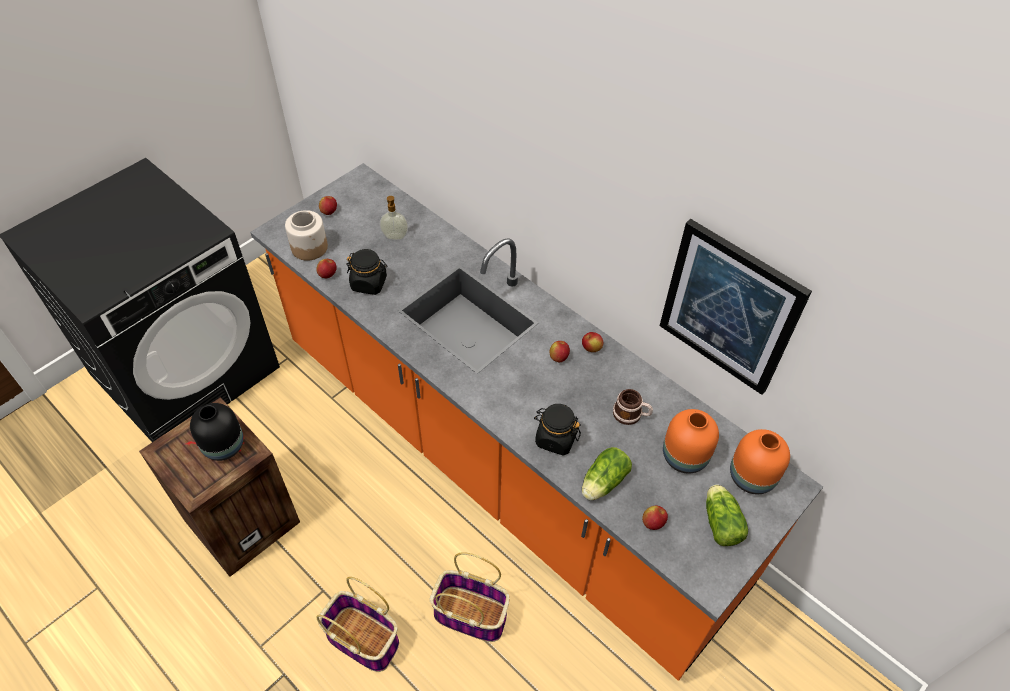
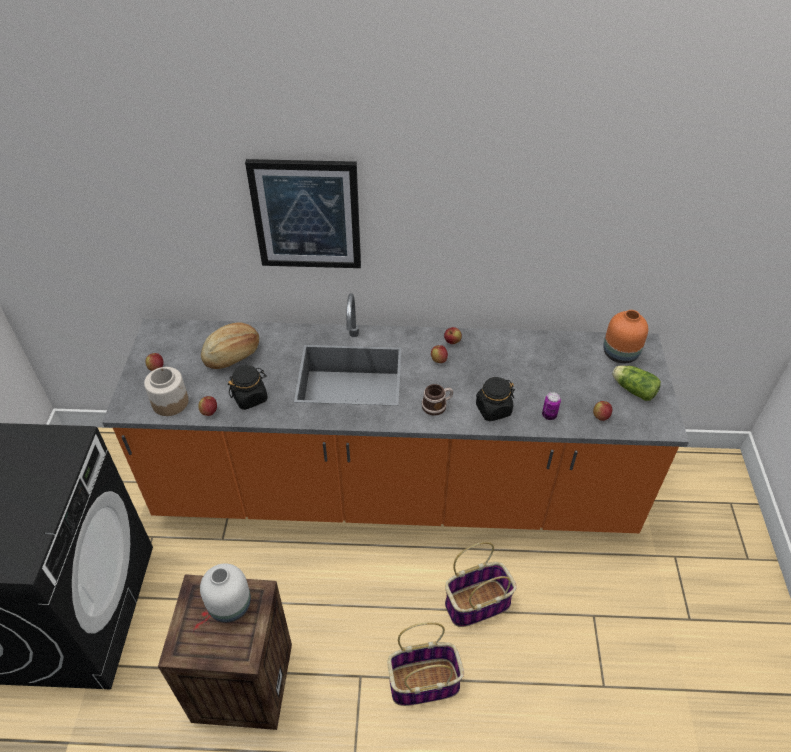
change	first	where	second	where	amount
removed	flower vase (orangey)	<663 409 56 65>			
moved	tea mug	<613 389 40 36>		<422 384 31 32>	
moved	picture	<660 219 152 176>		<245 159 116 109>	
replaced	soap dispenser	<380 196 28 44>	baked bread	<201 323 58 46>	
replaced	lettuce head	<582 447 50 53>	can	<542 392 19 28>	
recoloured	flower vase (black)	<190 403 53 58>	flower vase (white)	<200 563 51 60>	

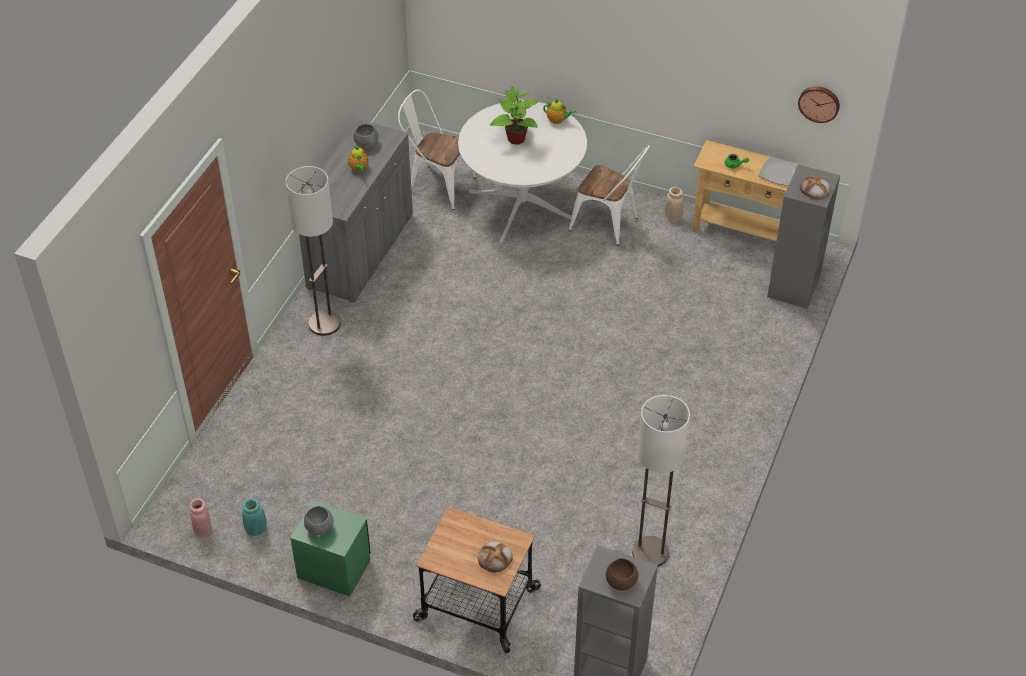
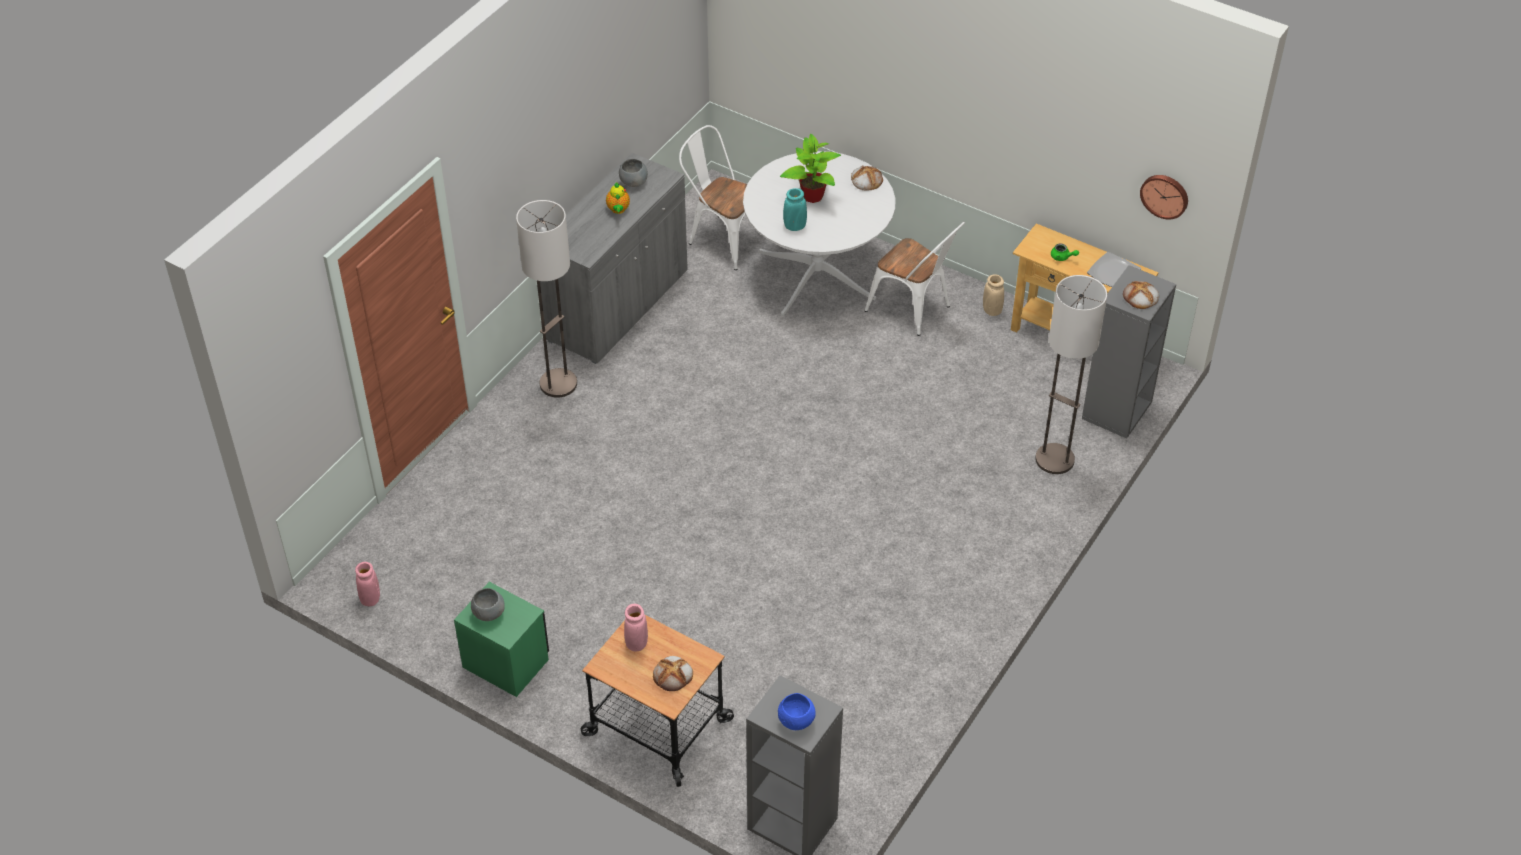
change	first	where	second	where	amount
added			flower vase (pink-coloured)	<624 604 24 48>	
moved	flower vase (turquoise)	<242 499 25 37>		<783 188 24 43>	
moved	standing lamp	<632 395 58 172>		<1035 275 72 199>	
replaced	tea pot	<543 99 33 25>	baked bread	<851 165 32 25>	
recoloured	bowl (brown-coloured)	<606 558 33 33>	bowl (blue)	<778 693 38 37>	

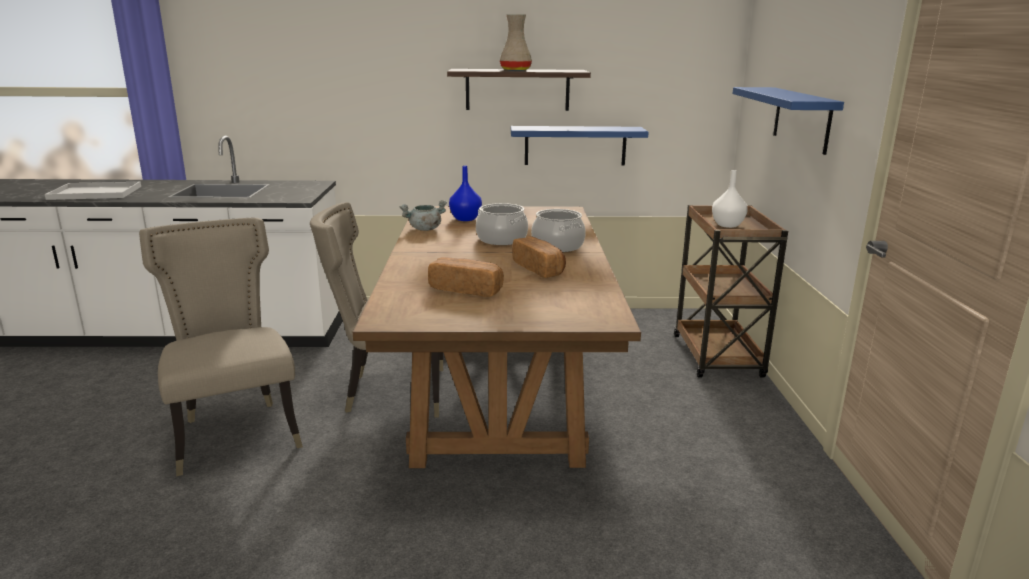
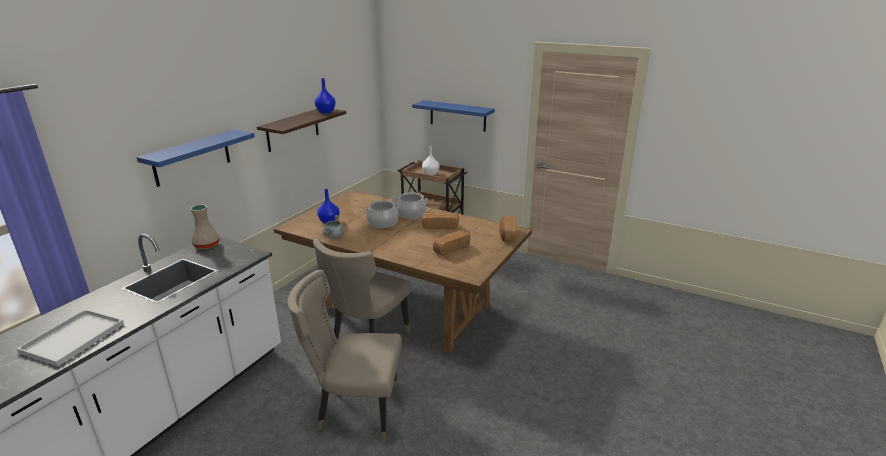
change	first	where	second	where	amount
added			flower vase (blue)	<315 78 21 35>	
added			baked bread	<499 216 18 26>	
moved	flower vase (beige-coloured)	<500 14 32 57>		<190 204 29 45>	
moved	shelf (blue)	<511 126 138 40>		<137 129 118 58>	

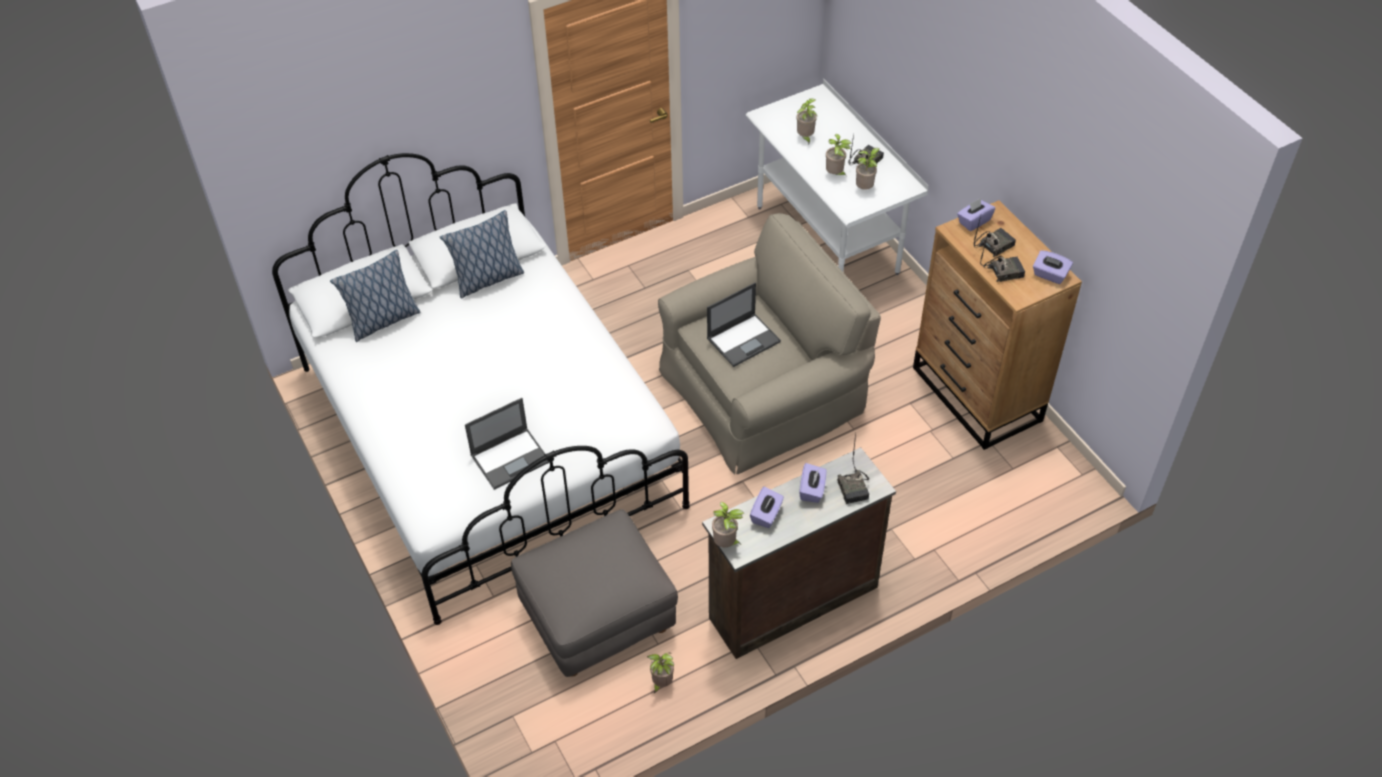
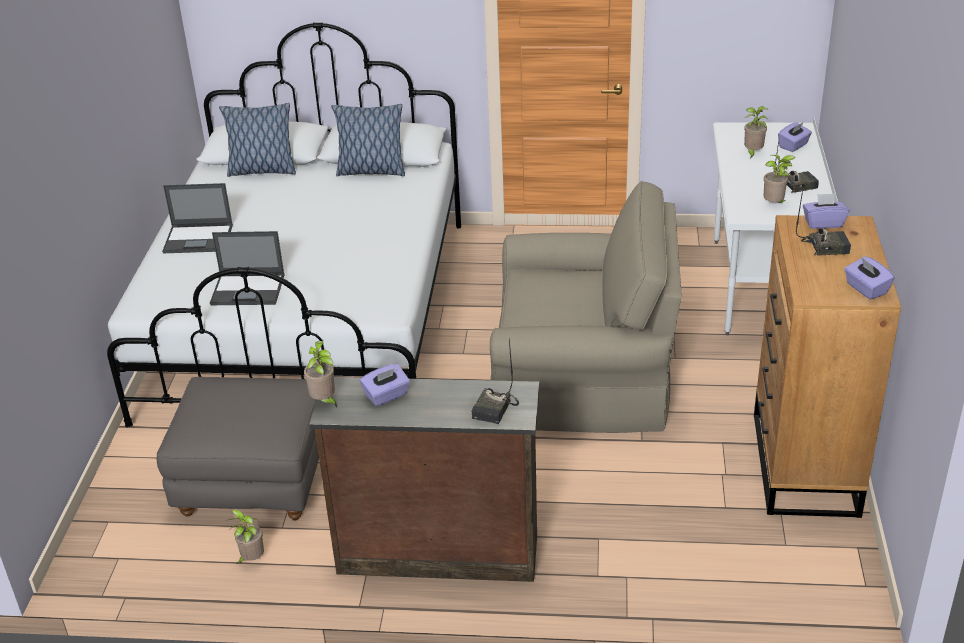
change	first	where	second	where	amount
removed	houseplant	<826 134 26 41>			
removed	radio receiver	<980 233 45 49>			
moved	portable computer	<707 283 74 84>		<162 183 71 70>	
moved	tissue box (purplish)	<799 463 28 40>		<778 122 34 30>	

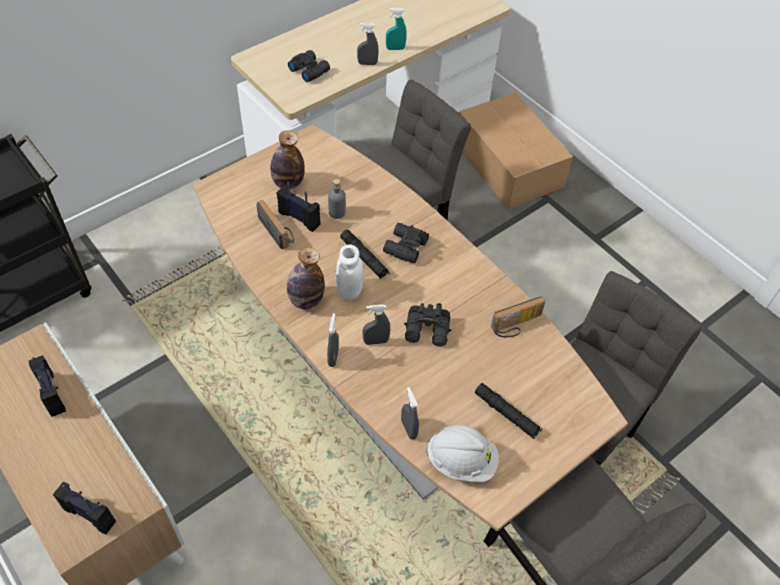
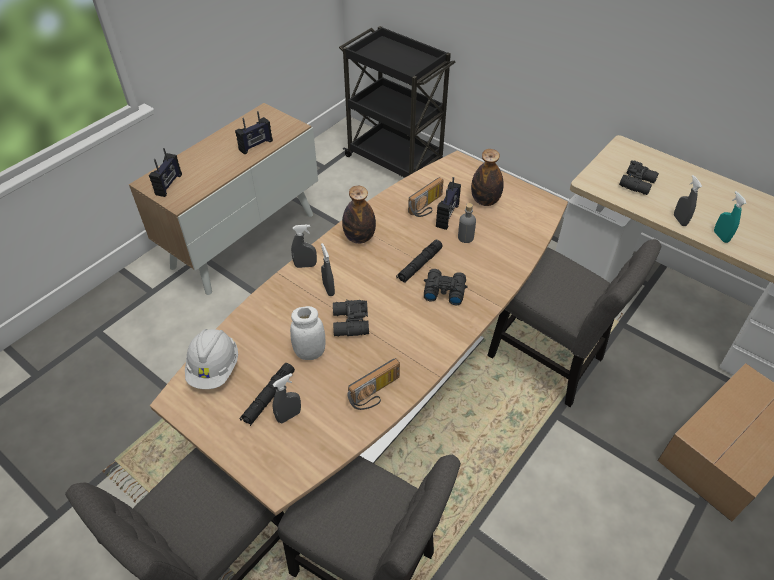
change	first	where	second	where	amount
moved	preserve jar (white)	<336 245 28 55>		<290 306 35 54>	
moved	hand sprayer (greyish)	<401 387 18 53>		<273 373 28 50>	
turned	radio receiver	<491 297 55 40>		<348 358 52 52>	90 degrees counterclockwise

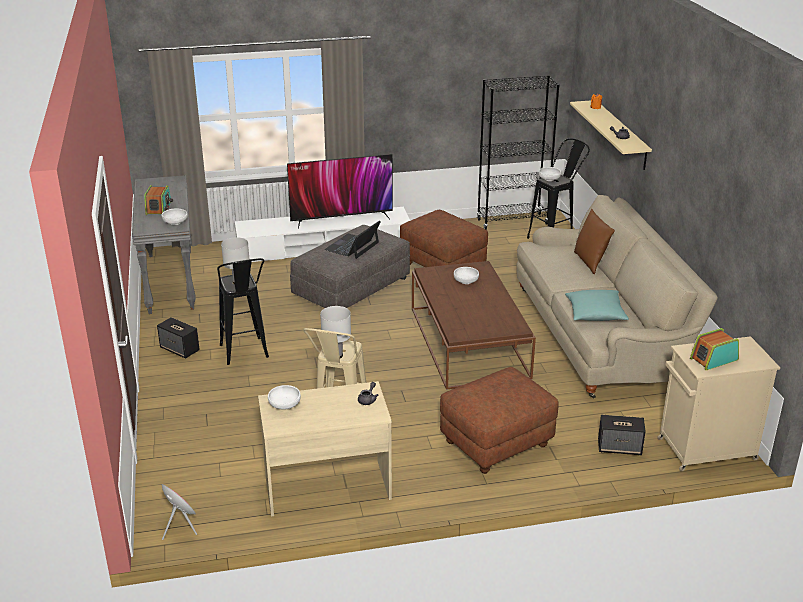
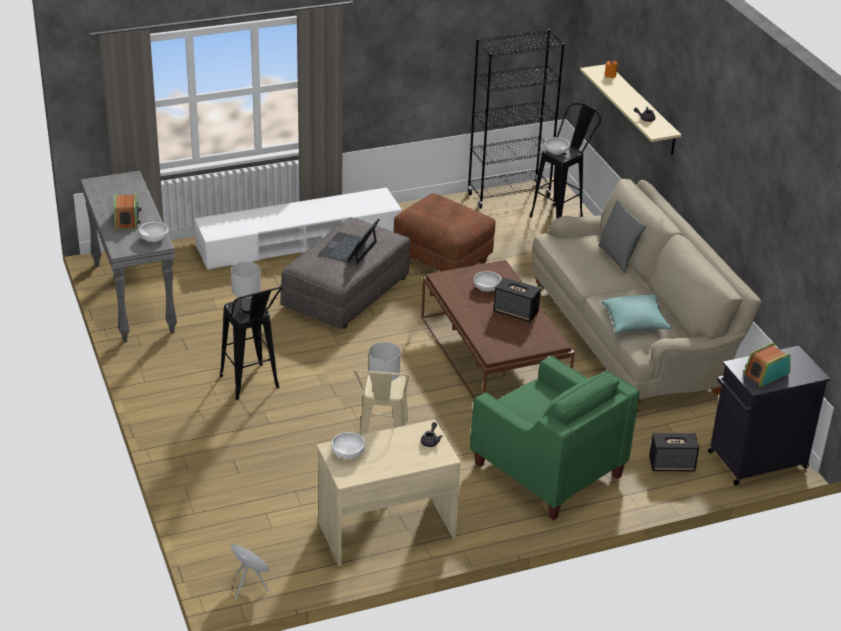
change	first	where	second	where	amount
removed	TV set	<287 154 106 75>			
moved	audio speaker	<157 317 43 42>		<493 277 48 45>	
replaced	ottoman (brown-coloured)	<440 367 119 107>	lounge chair (green-coloured)	<470 356 170 164>	
recoloured	cushion (brown-coloured)	<574 209 41 65>	cushion (greyish)	<598 199 48 74>	
recoloured	cupboard (beige-coloured)	<658 336 122 135>	cupboard (black)	<708 346 122 139>	

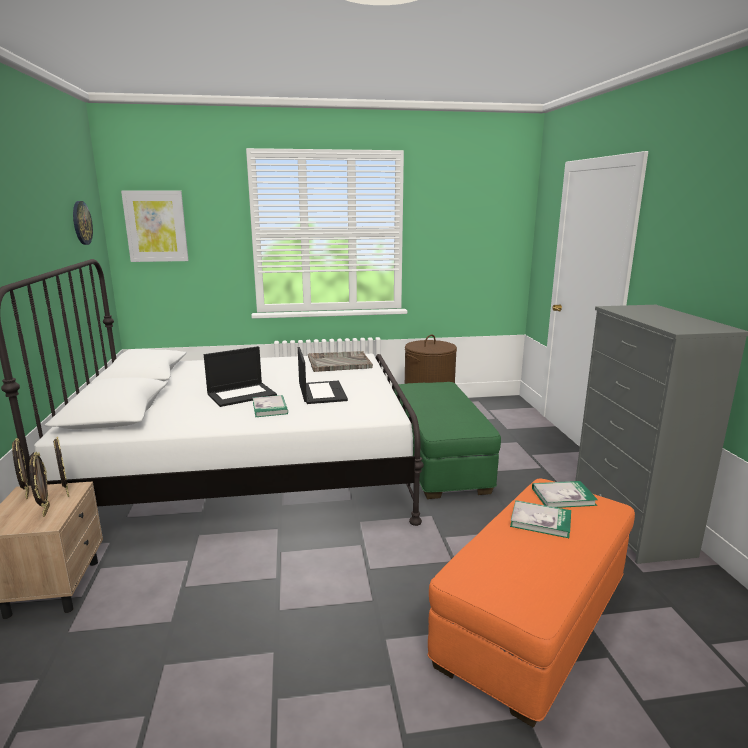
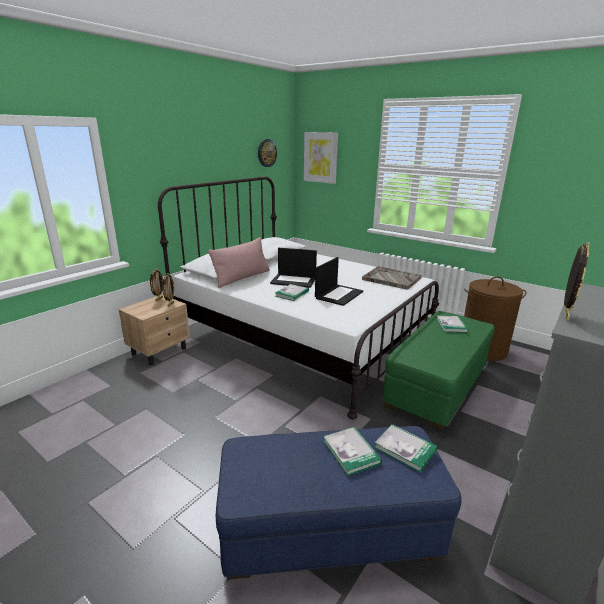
change	first	where	second	where	amount
added			cushion (pink-coloured)	<208 237 62 51>	
added			book	<436 315 32 18>	
moved	standing frame	<29 452 21 65>		<564 242 26 79>	
recoloured	ottoman (orangey)	<428 479 207 248>	ottoman (blue)	<216 426 246 153>	

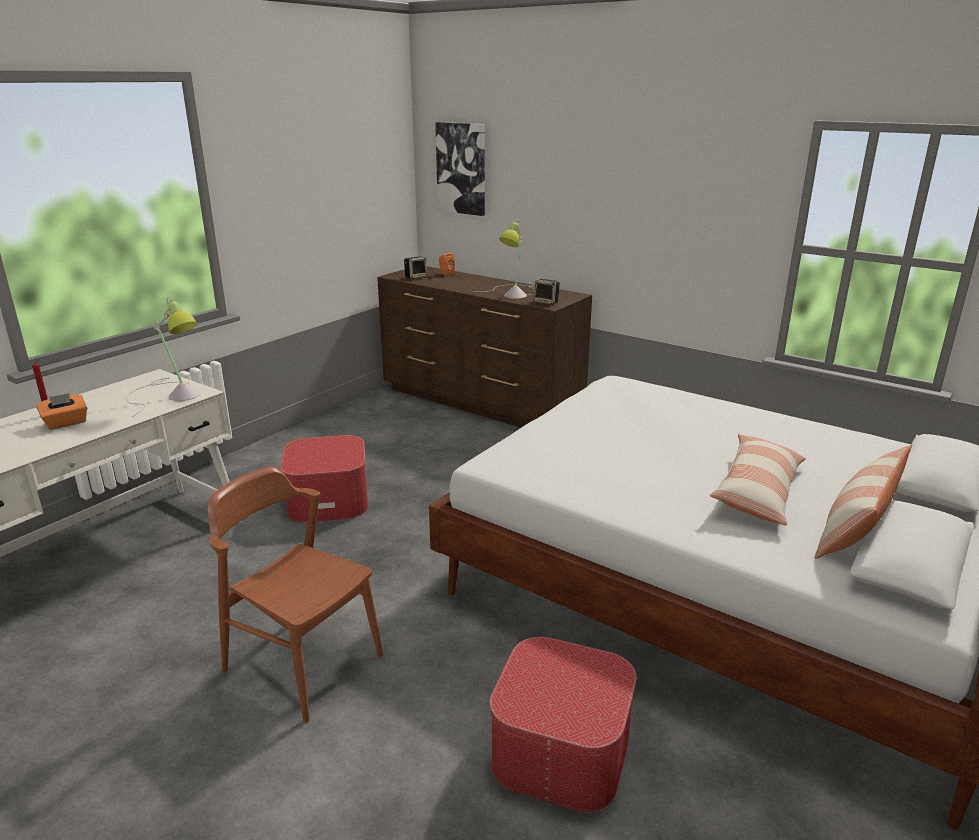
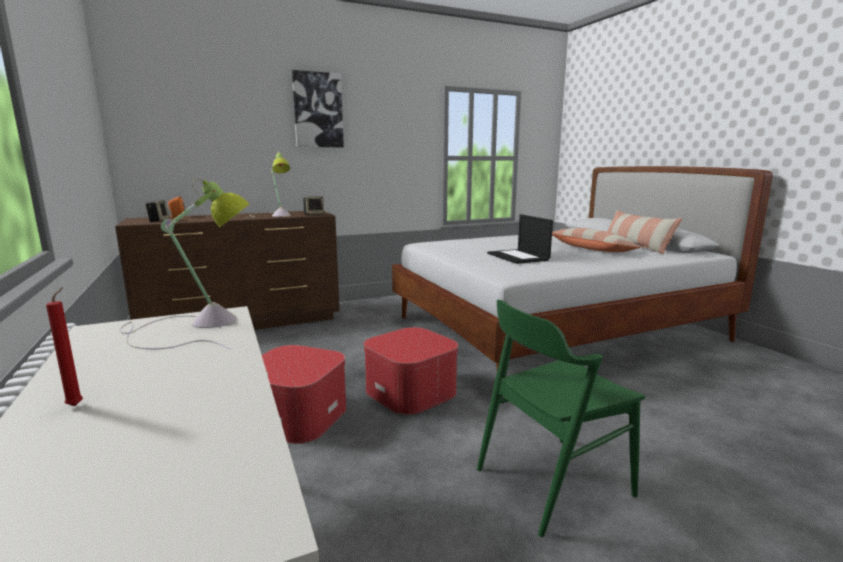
change	first	where	second	where	amount
removed	tissue box (orangey)	<36 393 51 37>			
added			portable computer	<487 214 66 50>	
moved	picture	<435 122 50 94>		<292 70 52 77>	
moved	ottoman	<490 637 146 176>		<363 327 95 88>	
recoloured	chair (brown-coloured)	<208 466 175 257>	chair (green-coloured)	<477 300 168 237>	

